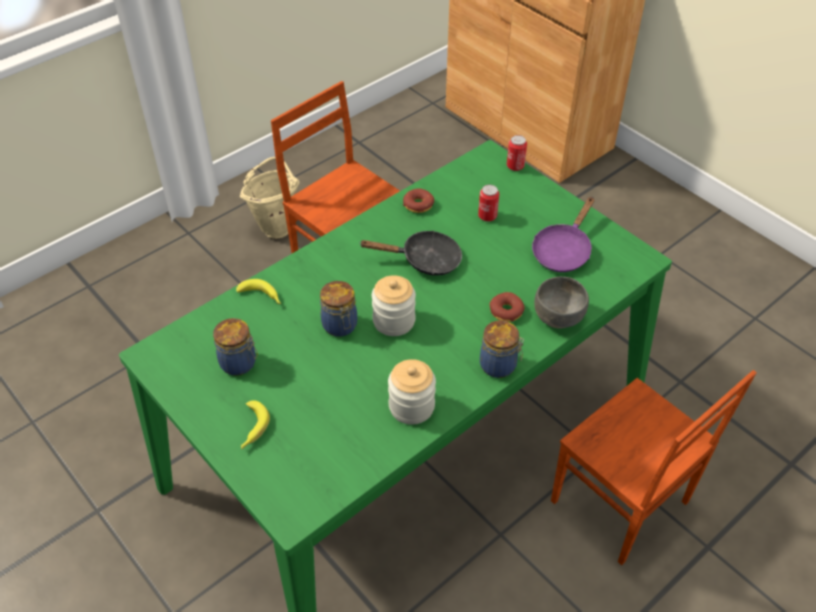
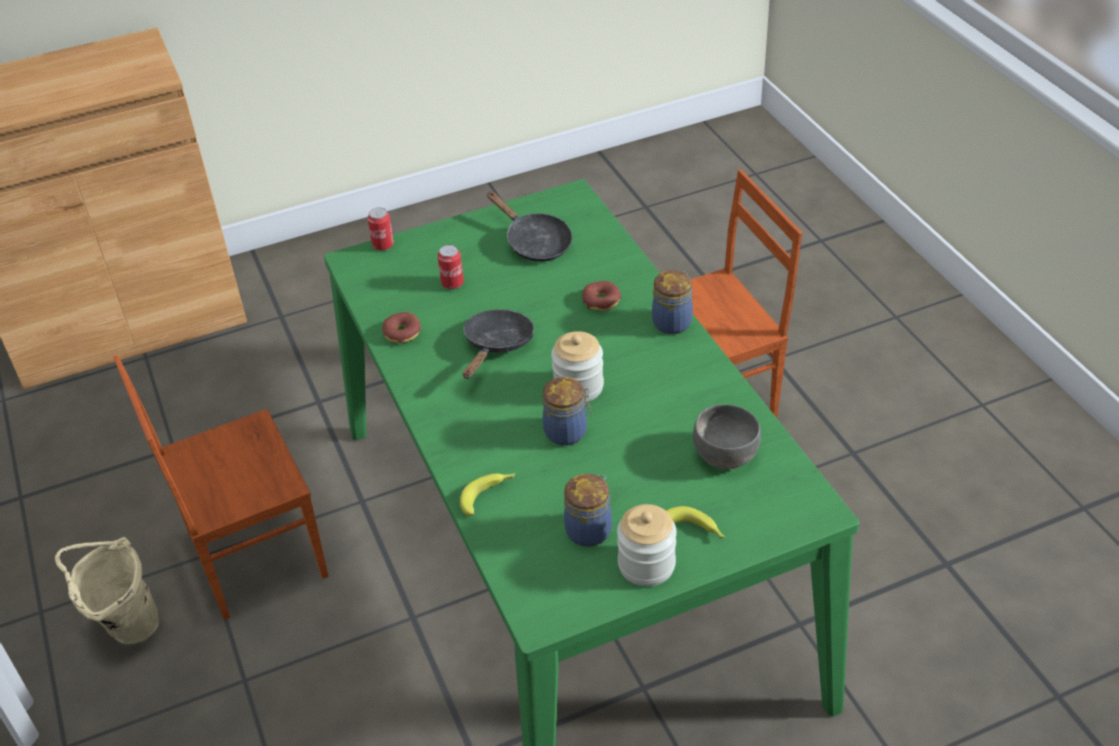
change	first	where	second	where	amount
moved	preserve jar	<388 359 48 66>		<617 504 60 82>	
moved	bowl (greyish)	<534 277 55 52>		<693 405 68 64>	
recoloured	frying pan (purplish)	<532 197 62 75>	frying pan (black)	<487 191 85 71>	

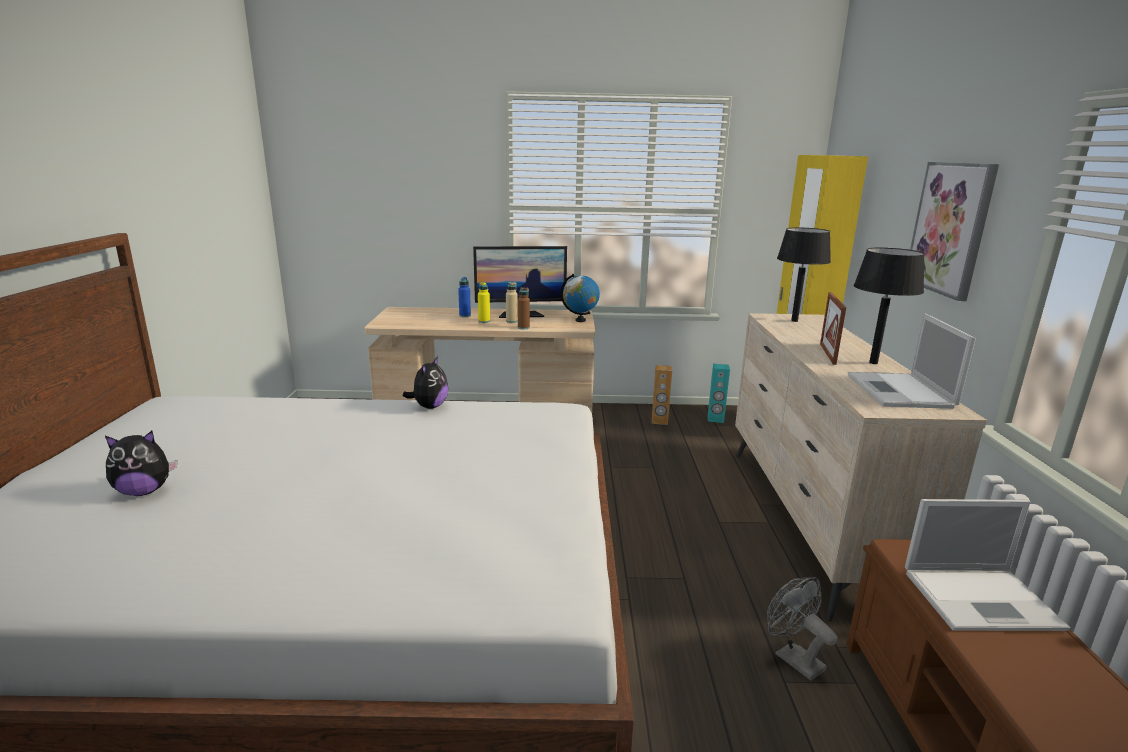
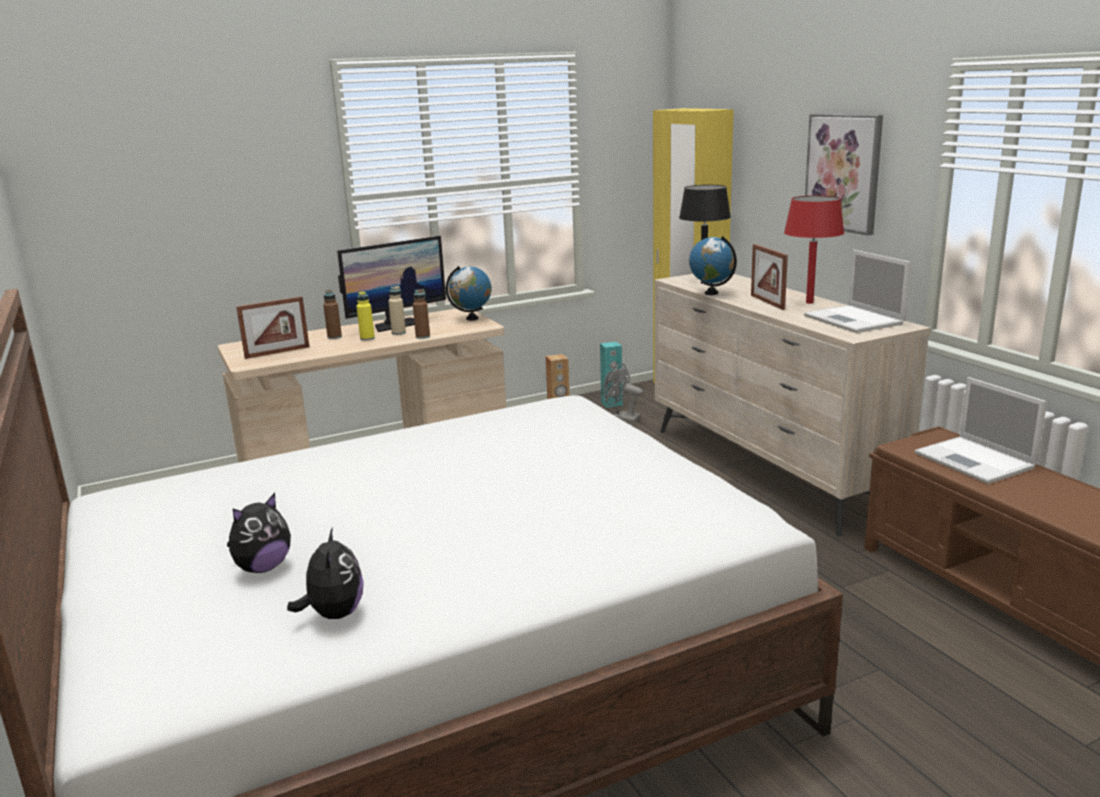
change	first	where	second	where	amount
added			standing frame	<236 296 73 63>	
added			desk globe	<689 236 48 59>	
moved	plush toy	<402 356 46 53>		<287 526 77 93>	
moved	cooling fan (greyish)	<767 577 71 104>		<602 363 41 60>	
recoloured	bottle (blue)	<458 277 13 40>	bottle (brown-coloured)	<323 289 19 50>	
recoloured	tabletop lamp (black)	<853 248 72 116>	tabletop lamp (red)	<784 195 60 109>	
turned	portable computer	<905 499 165 132>		<915 377 132 107>	90 degrees clockwise

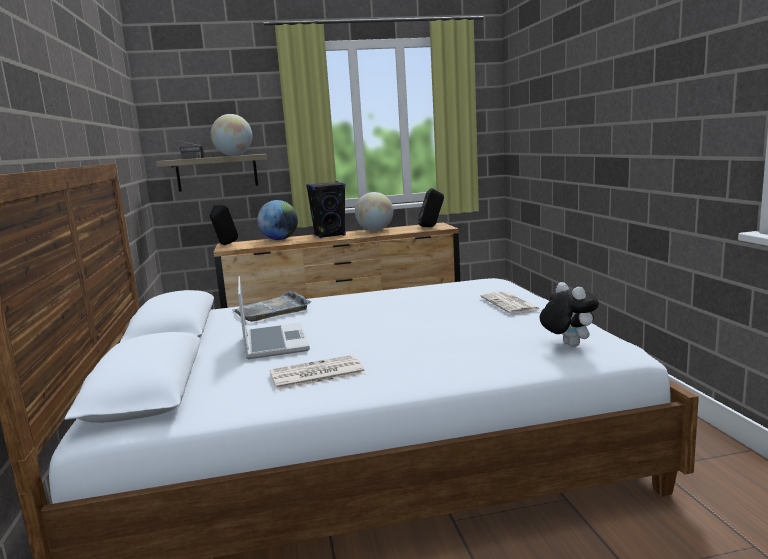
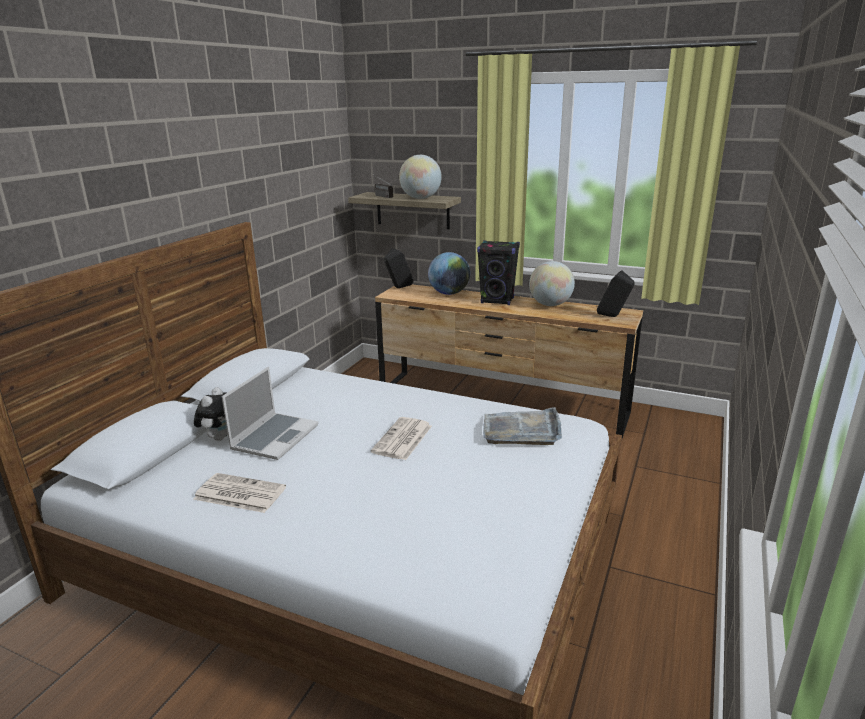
change	first	where	second	where	amount
moved	carrying tray (greyish)	<232 291 79 31>		<483 407 79 38>	
moved	newspaper	<480 291 60 23>		<371 417 61 43>	
moved	plush toy	<540 282 59 65>		<194 387 34 54>	

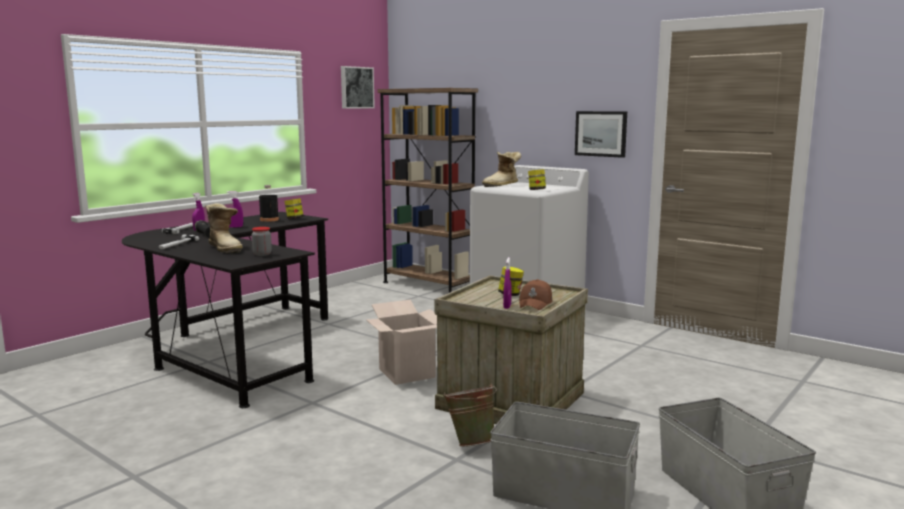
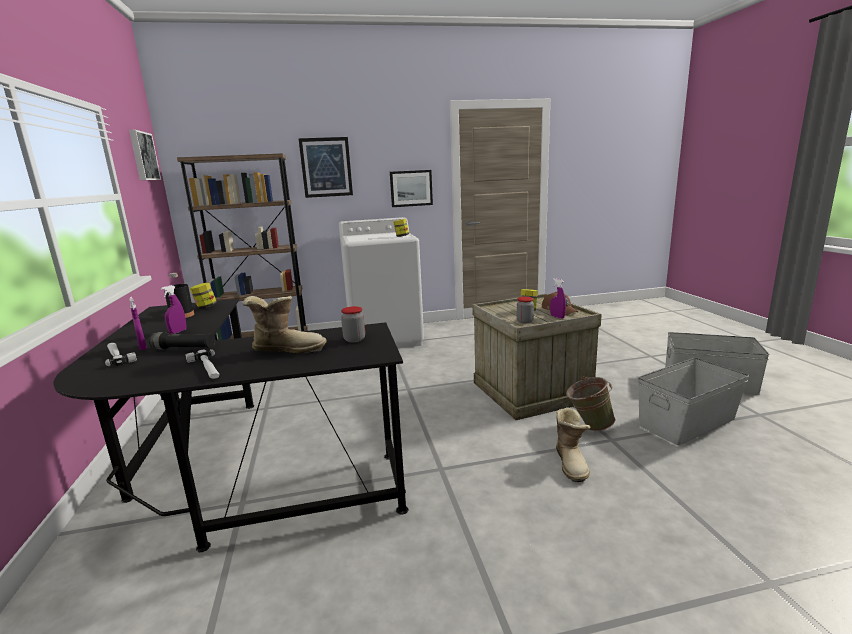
change	first	where	second	where	amount
removed	packing box	<366 300 71 85>			
added			picture	<298 137 55 61>	
added			preserve jar	<517 297 17 27>	
moved	tall boot	<482 152 39 35>		<556 407 34 75>	

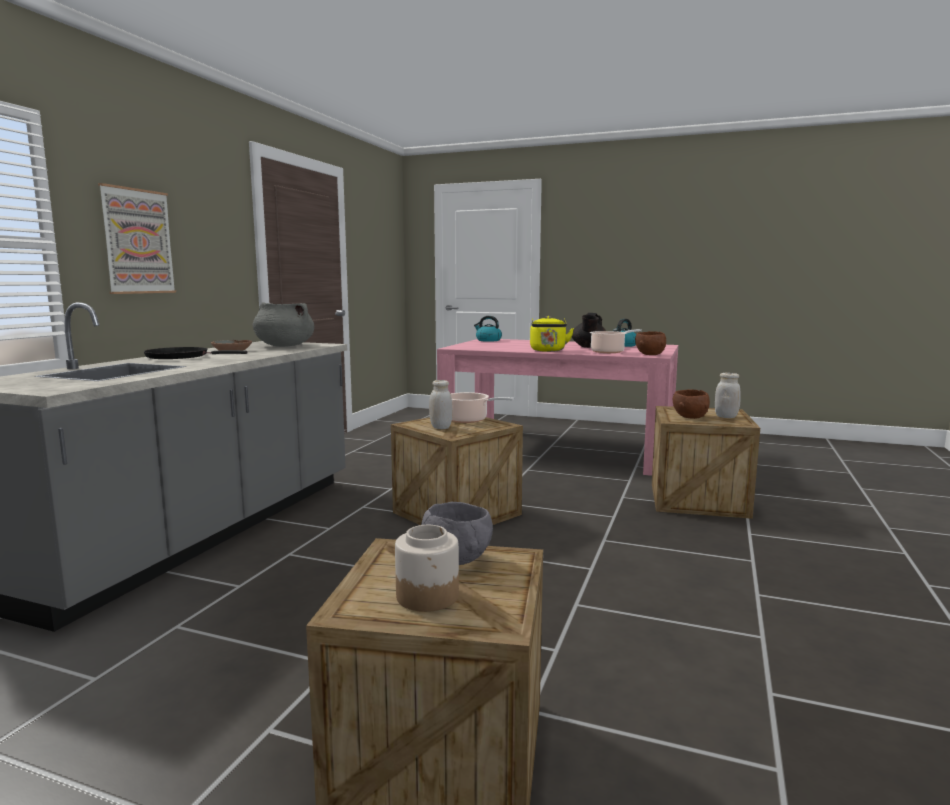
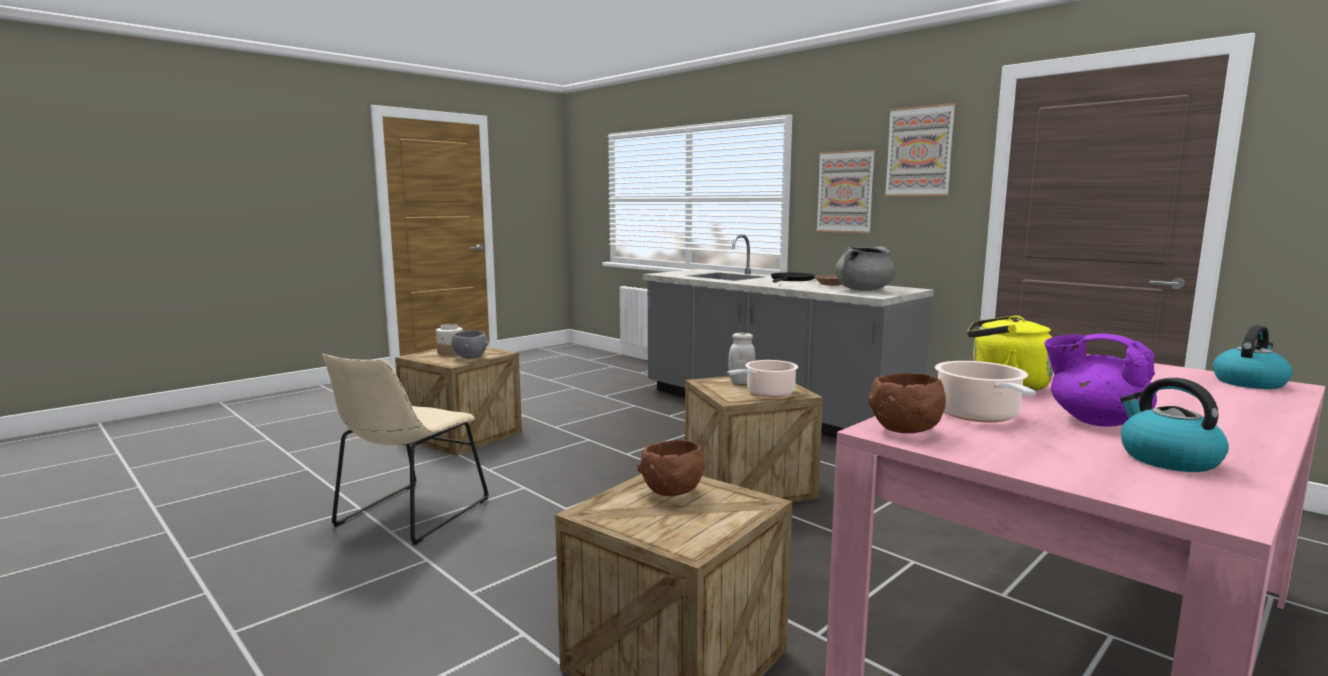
change	first	where	second	where	amount
removed	preserve jar (white)	<715 373 26 45>			
added			chair (beige-coloured)	<322 354 167 191>	
added			picture	<885 103 71 93>	
recoloured	tea pot (black)	<572 313 34 35>	tea pot (purplish)	<1044 334 113 92>	

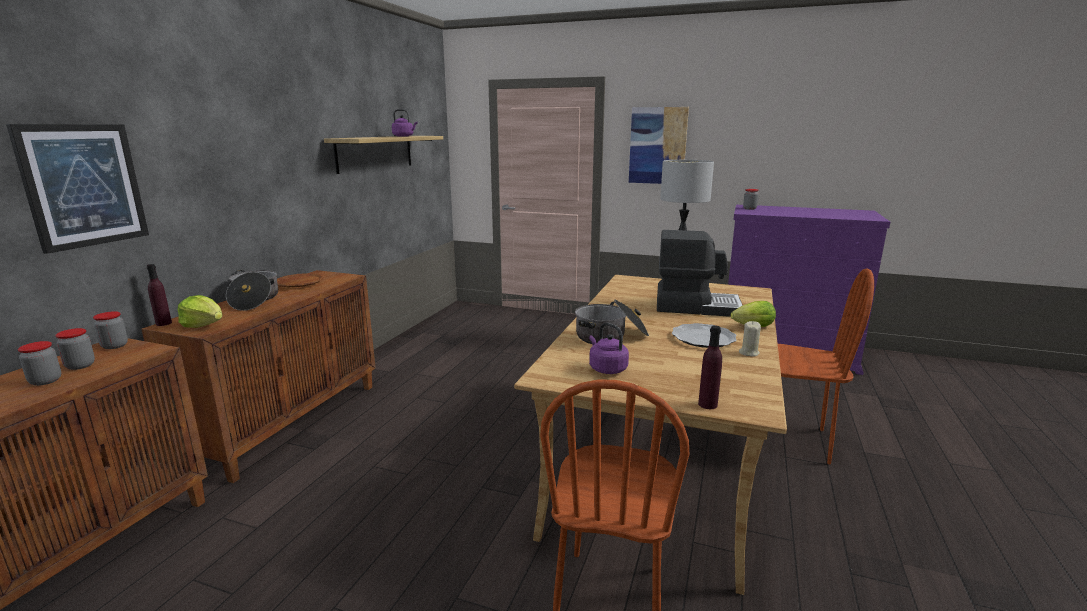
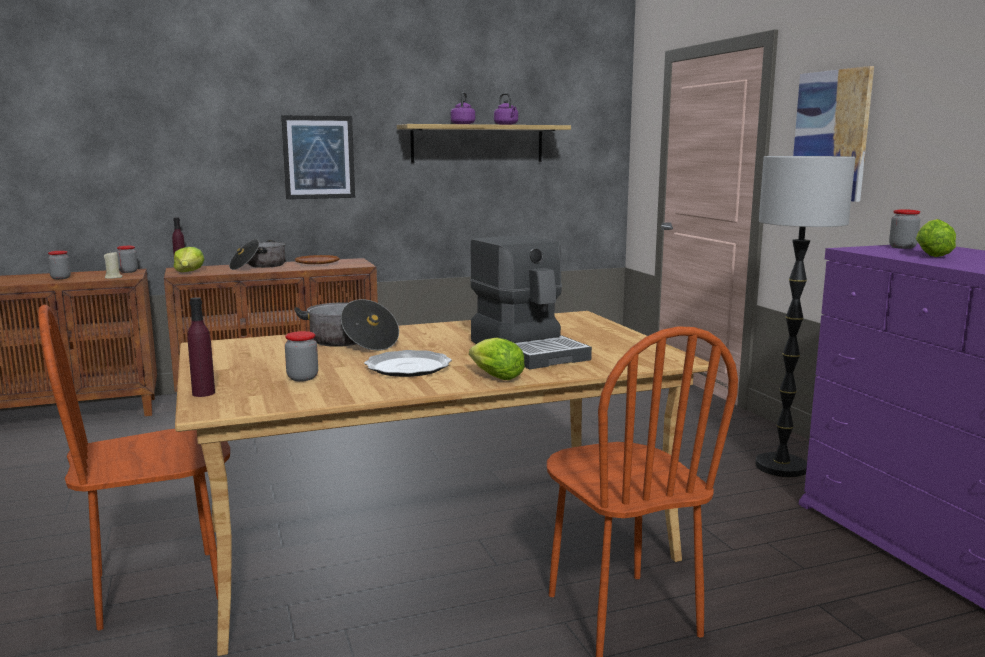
change	first	where	second	where	amount
added			lettuce head	<916 219 40 38>	
moved	picture	<6 124 143 130>		<281 115 74 84>	
moved	preserve jar	<55 328 40 42>		<285 331 33 50>	
moved	tea kettle (purplish)	<589 322 40 52>		<450 92 25 32>	
moved	wax candle (beige-coloured)	<739 321 22 36>		<104 251 18 28>	

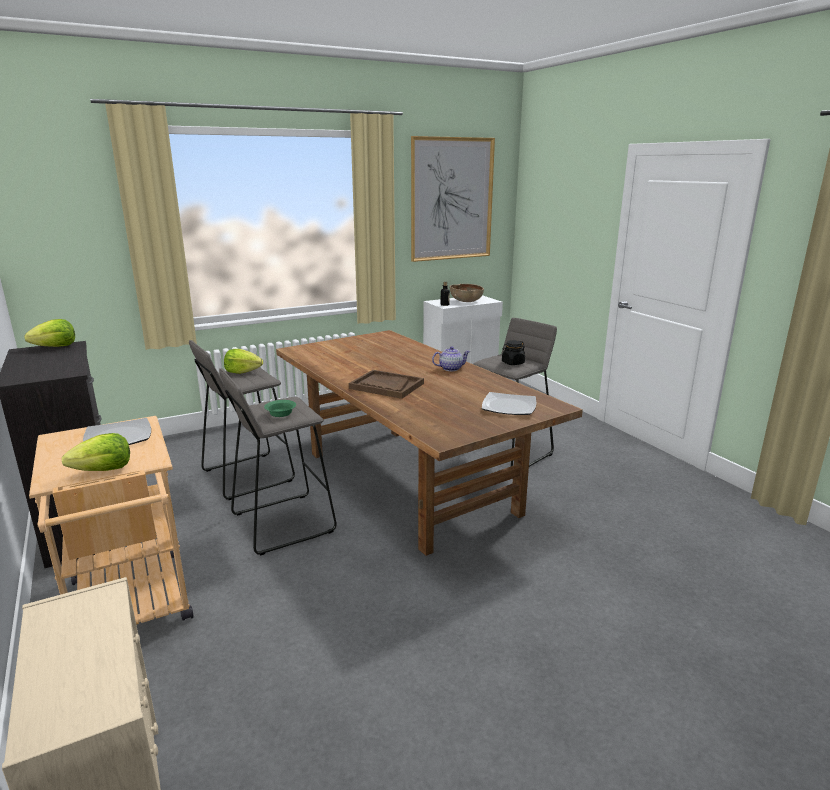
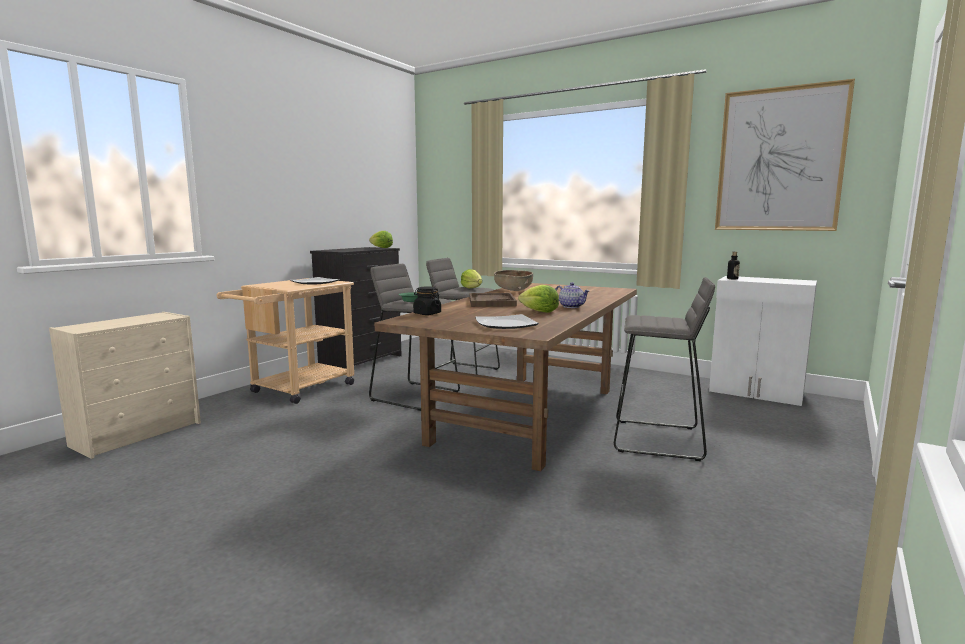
change	first	where	second	where	amount
moved	lettuce head	<62 433 68 38>		<518 285 41 28>	
moved	bowl (brown-coloured)	<450 284 34 18>		<494 270 39 21>	
moved	preserve jar (black)	<502 340 23 25>		<413 287 28 28>	

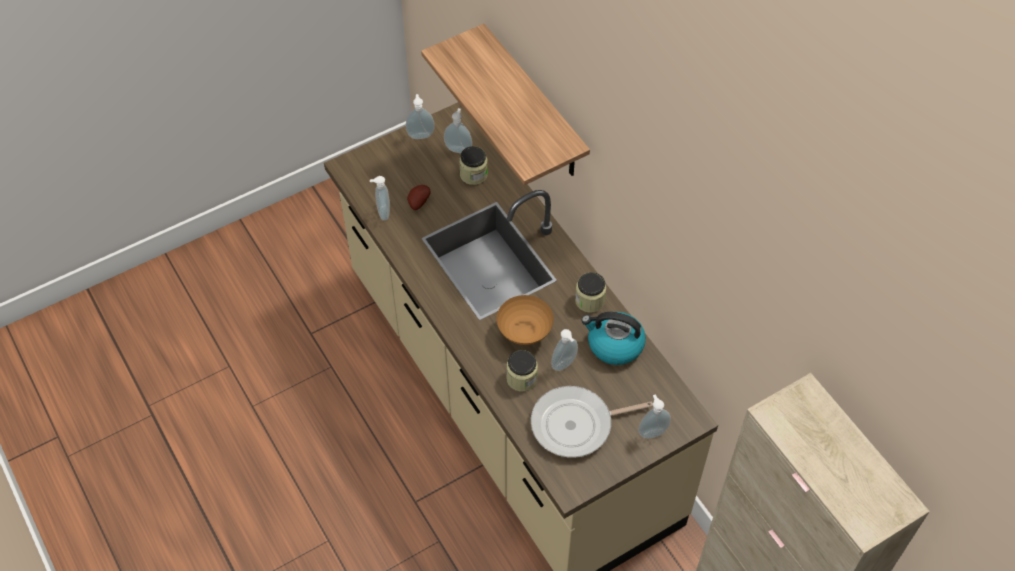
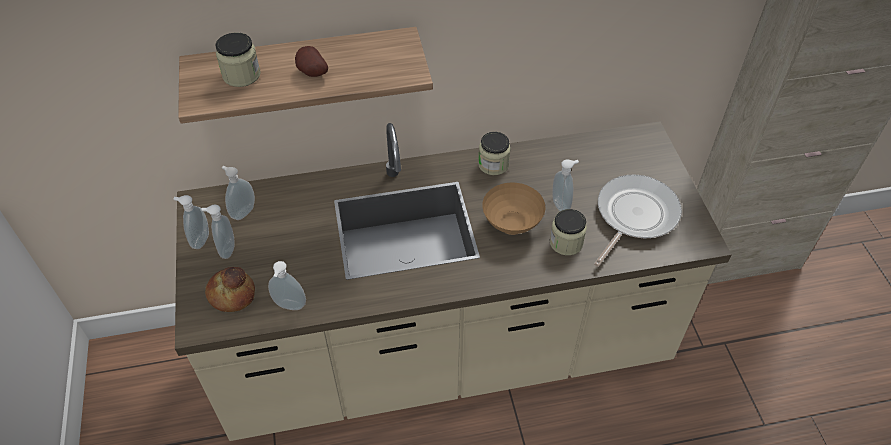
change	first	where	second	where	amount
removed	tea kettle	<581 312 65 53>			
added			baked bread	<205 267 50 45>	
moved	spud	<407 185 24 25>		<295 46 33 31>	
moved	preserve jar	<459 146 29 39>		<215 33 46 54>	
moved	soap dispenser	<638 394 33 45>		<201 205 34 54>	
turned	frying pan	<531 386 122 72>		<594 174 88 93>	150 degrees counterclockwise

